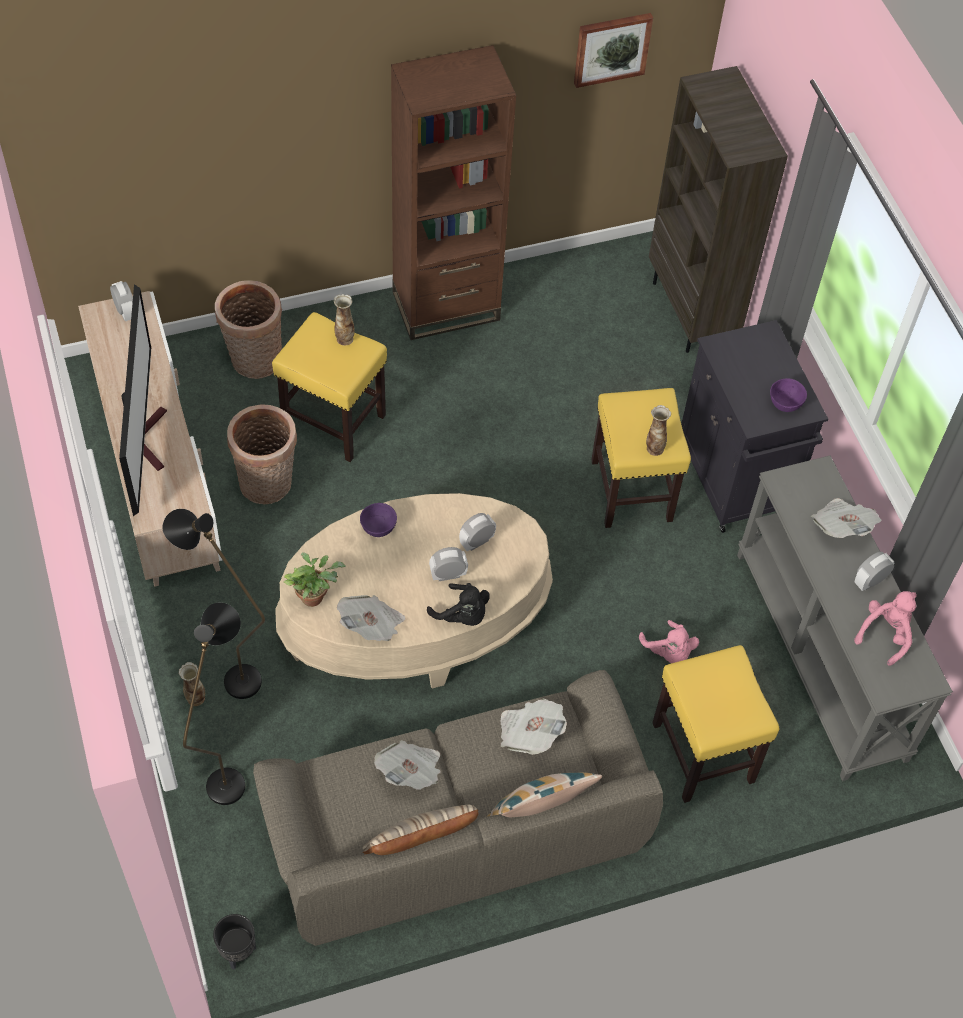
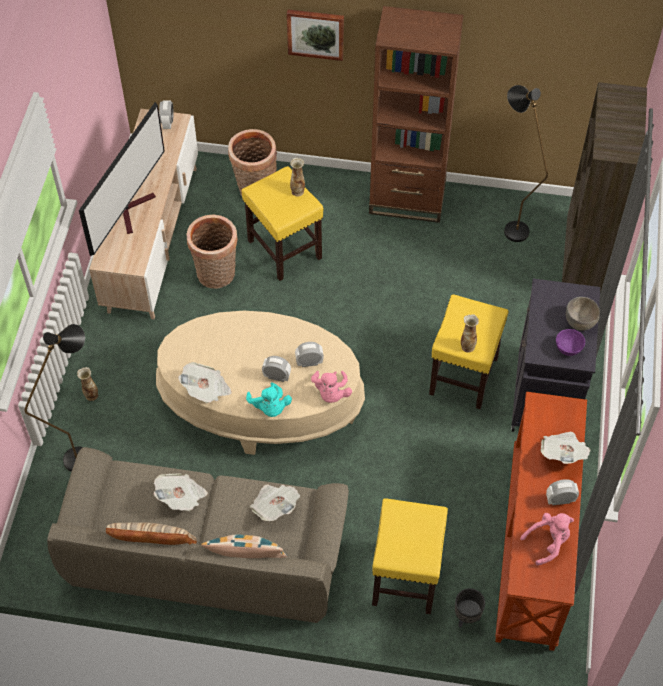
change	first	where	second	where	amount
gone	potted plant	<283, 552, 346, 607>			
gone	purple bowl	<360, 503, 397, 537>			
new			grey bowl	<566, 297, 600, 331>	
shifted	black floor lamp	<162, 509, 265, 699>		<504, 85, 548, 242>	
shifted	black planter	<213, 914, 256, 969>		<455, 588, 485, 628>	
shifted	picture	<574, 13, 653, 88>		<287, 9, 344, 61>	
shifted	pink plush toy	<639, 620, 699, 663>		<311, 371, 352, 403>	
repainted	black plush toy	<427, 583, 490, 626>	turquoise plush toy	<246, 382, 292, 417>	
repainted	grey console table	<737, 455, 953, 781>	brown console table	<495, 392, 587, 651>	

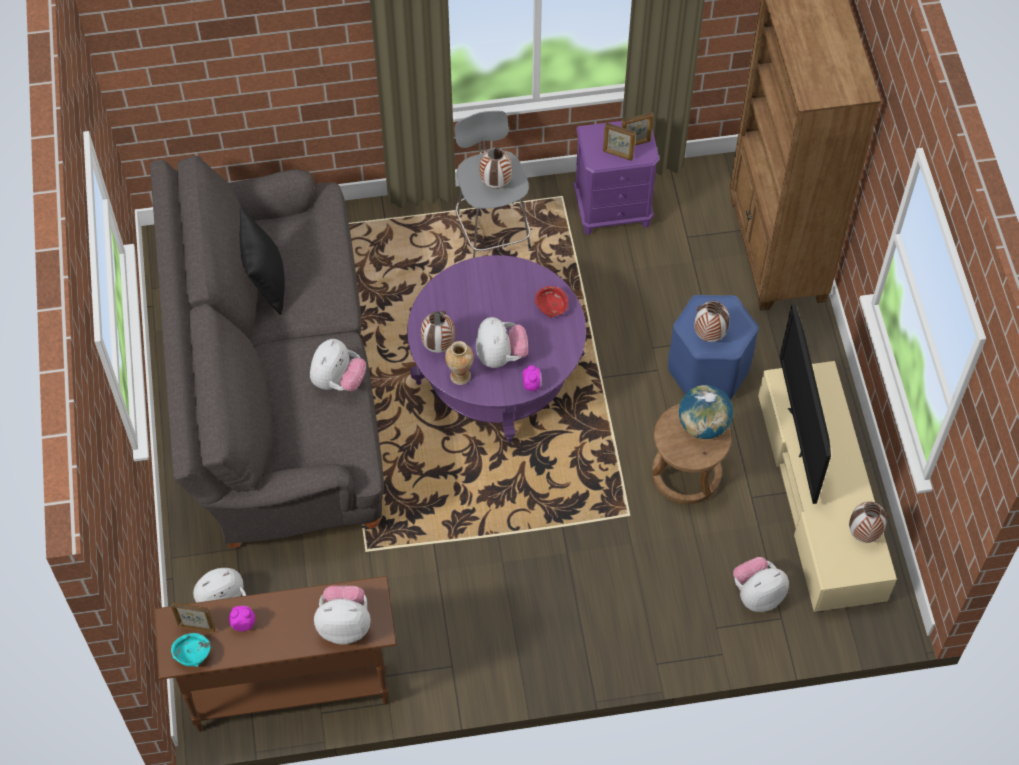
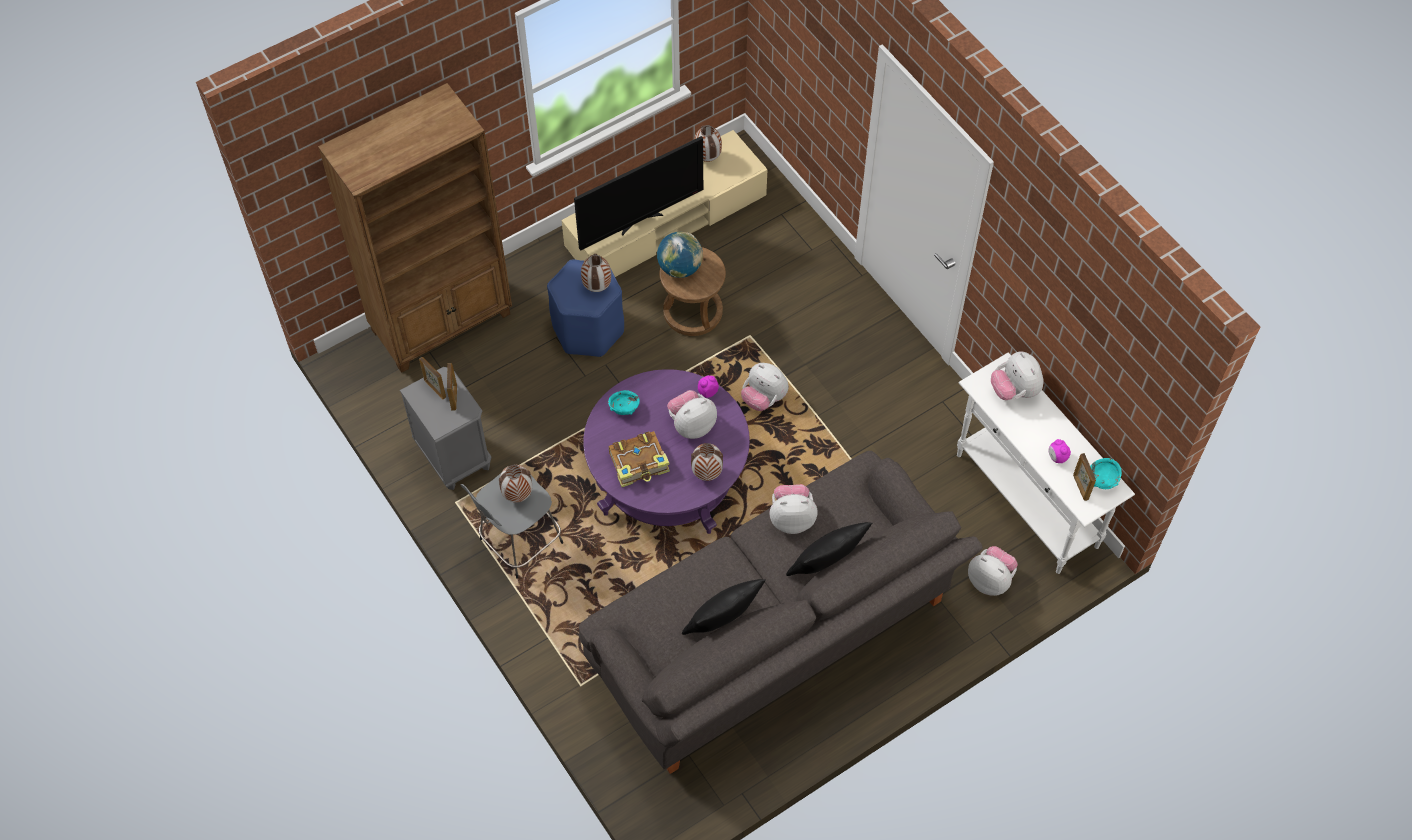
change	first	where	second	where	amount
gone	vase	<445, 341, 474, 385>			
new			book	<609, 431, 670, 487>	
new			black pillow	<786, 522, 872, 576>	
shifted	plush toy	<733, 557, 789, 612>		<741, 363, 788, 411>	
repainted	brown console table	<154, 576, 396, 732>	white console table	<957, 353, 1135, 574>	
repainted	red bowl	<535, 286, 568, 318>	turquoise bowl	<608, 390, 640, 415>	
repainted	purple nightstand	<574, 121, 660, 235>	grey nightstand	<400, 367, 491, 490>	

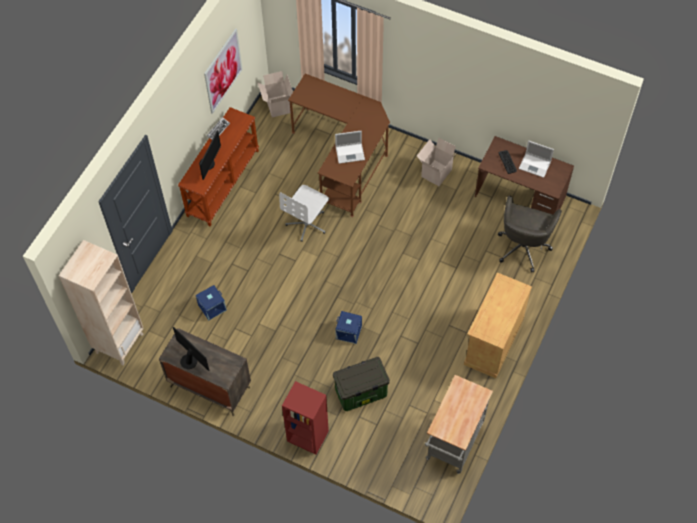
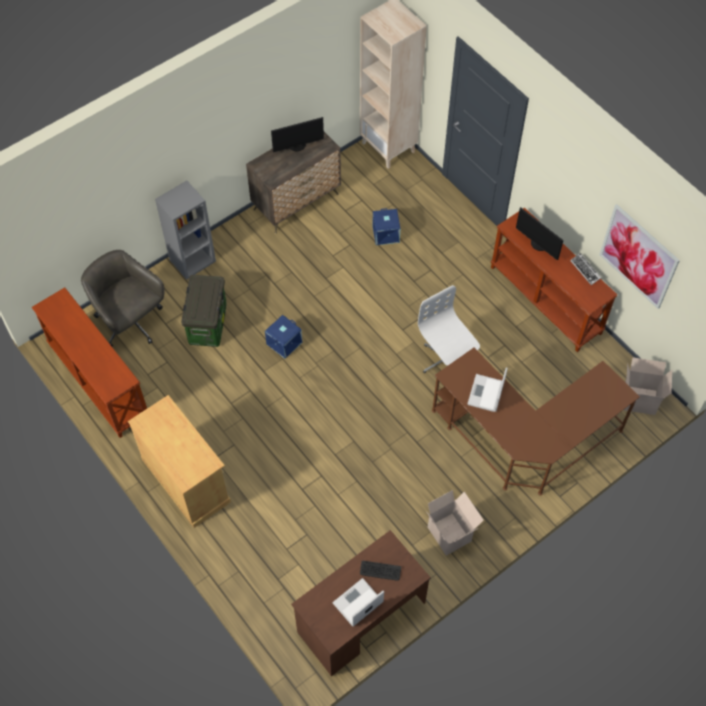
change	first	where	second	where	amount
shifted	grey office chair	<498, 196, 562, 272>		<81, 250, 164, 347>	
swapped	grey cart	<425, 375, 493, 474>	brown console table	<32, 287, 147, 438>	
repainted	red bookcase	<282, 381, 329, 455>	grey bookcase	<155, 180, 216, 280>	

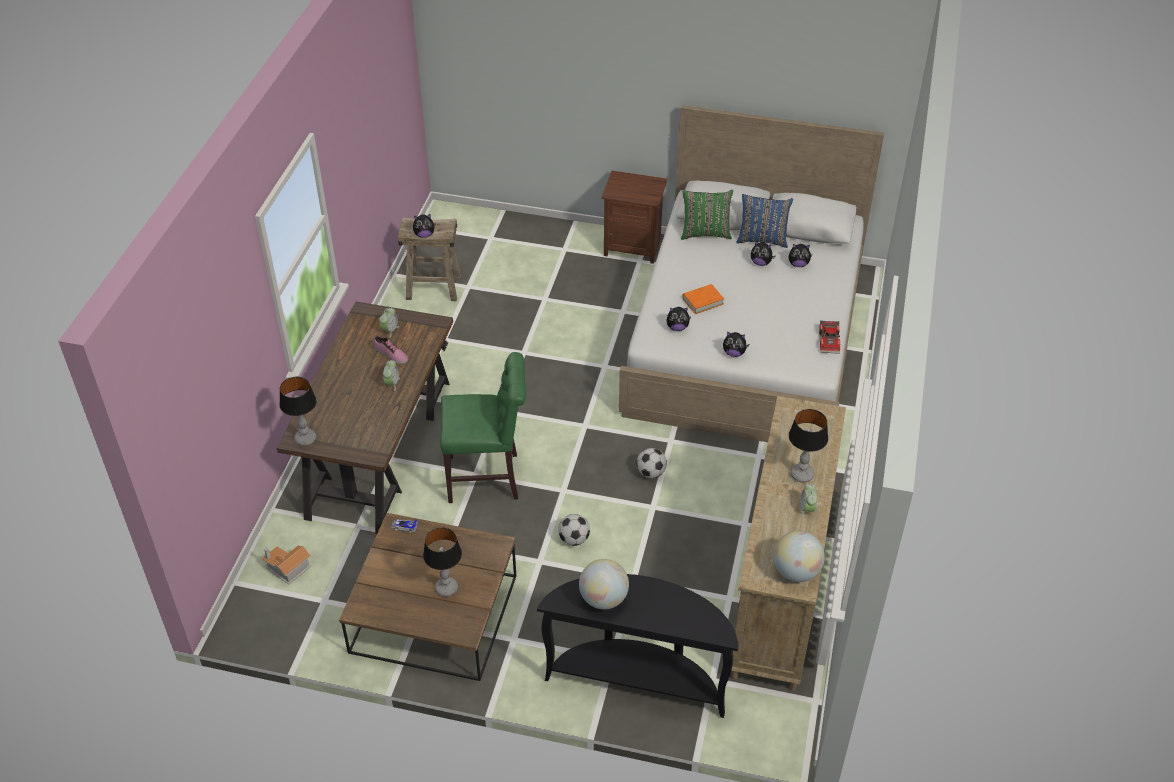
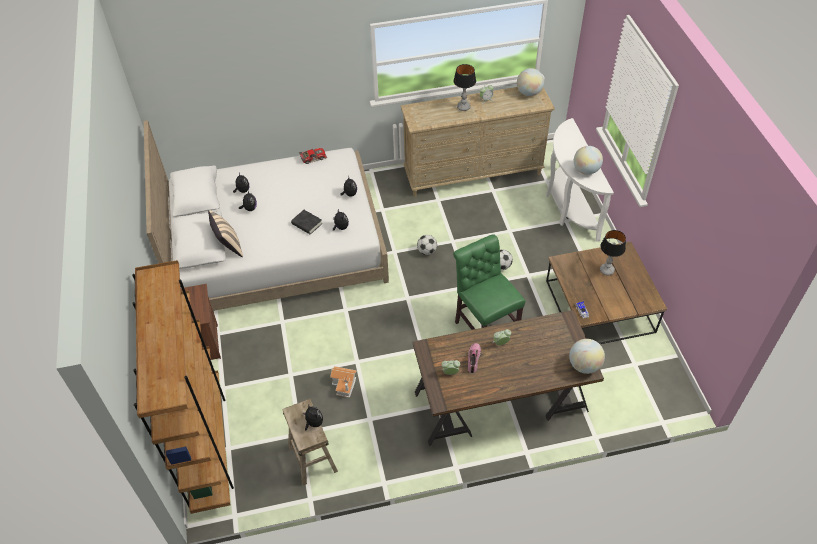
change	first	where	second	where	amount
gone	blue pillow	<737, 194, 793, 248>			
new			brown bookcase	<132, 260, 234, 514>	
shifted	toy house	<261, 545, 311, 584>		<330, 366, 357, 398>	
swapped	table lamp	<279, 377, 317, 446>	globe	<569, 339, 605, 374>	
repainted	black console table	<537, 574, 738, 718>	white console table	<546, 118, 614, 241>	
repainted	green pillow	<681, 190, 733, 240>	beige pillow	<208, 210, 243, 257>	
repainted	orange book	<682, 284, 724, 314>	black book	<291, 210, 323, 234>	

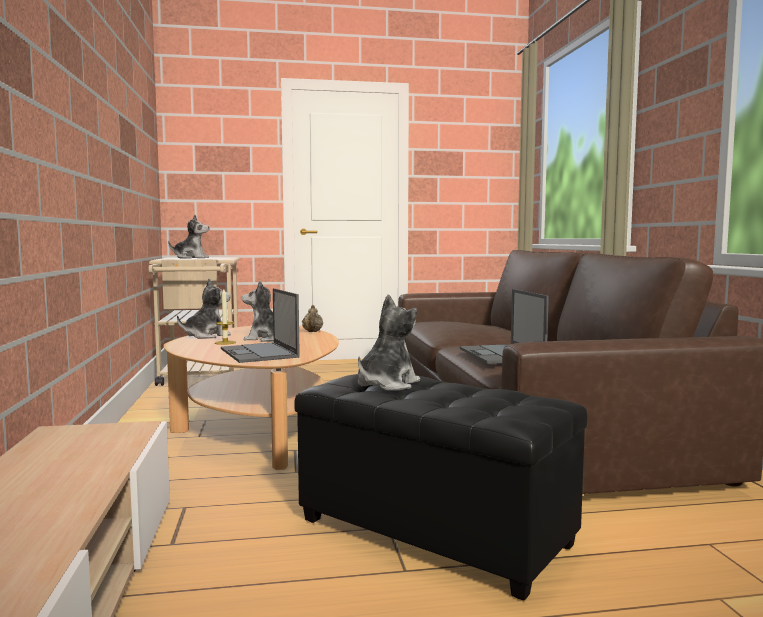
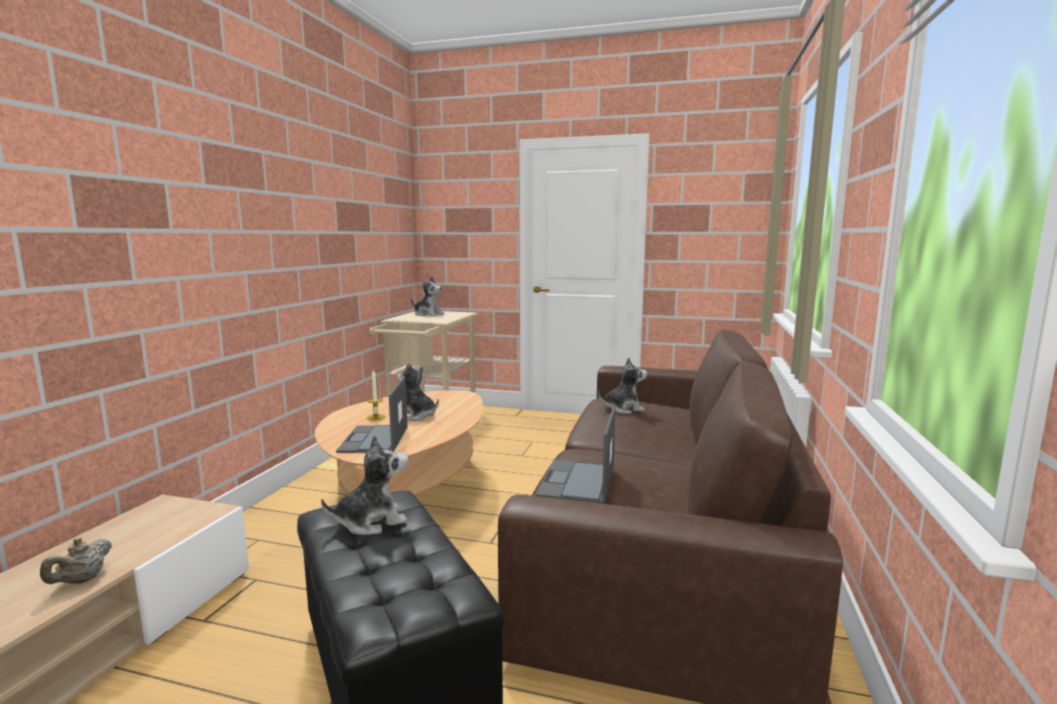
change	first	where	second	where	amount
shifted	plush toy	<177, 279, 231, 339>		<598, 357, 647, 414>	
shifted	beige teapot	<302, 305, 323, 332>		<40, 538, 112, 584>	

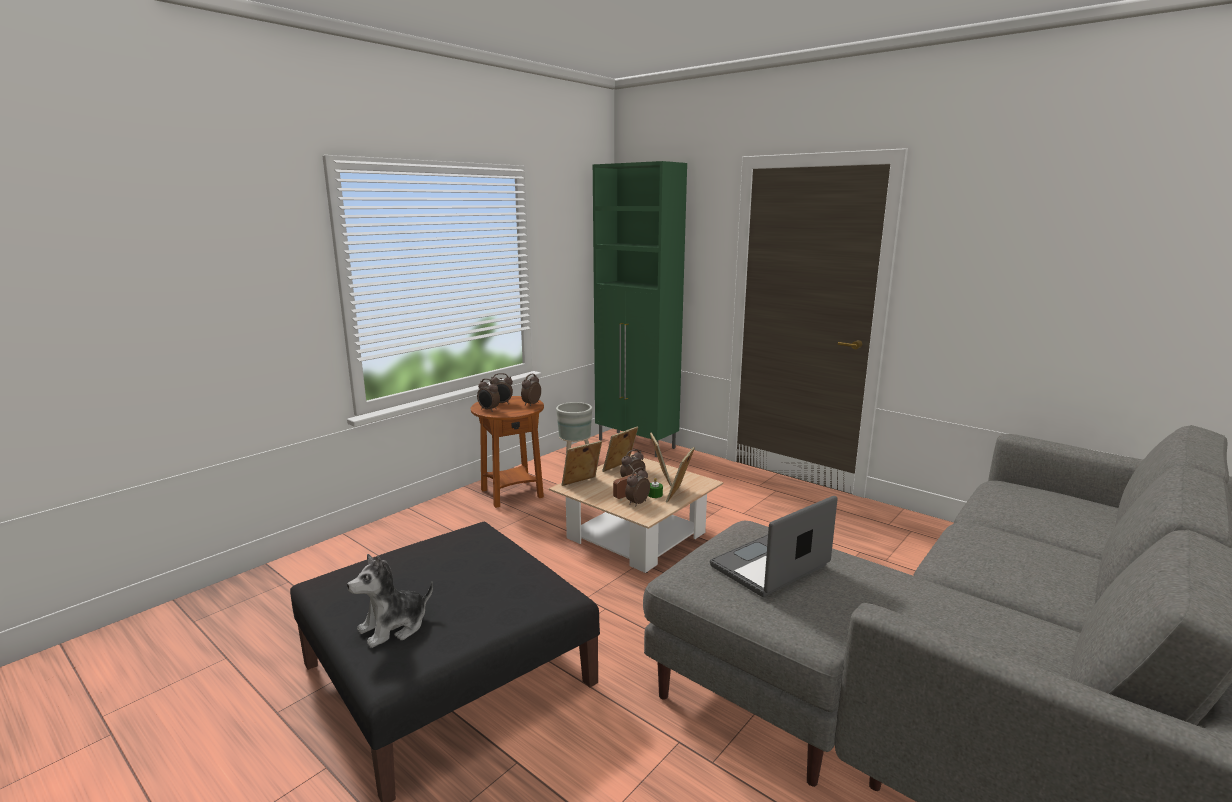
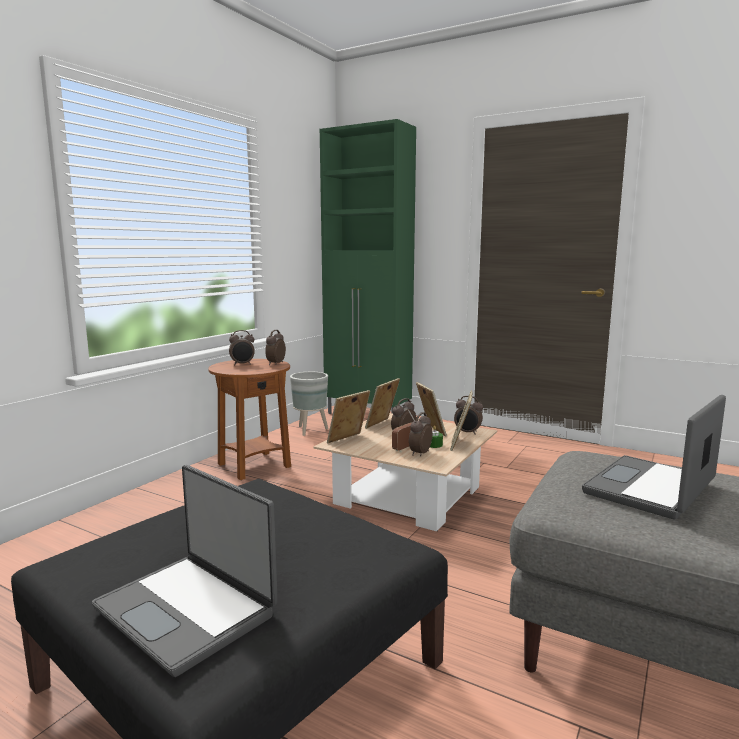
change	first	where	second	where	amount
shifted	alarm clock	<477, 378, 500, 412>		<454, 396, 483, 435>	
swapped	plush toy	<347, 554, 433, 648>	laptop	<92, 465, 278, 677>	

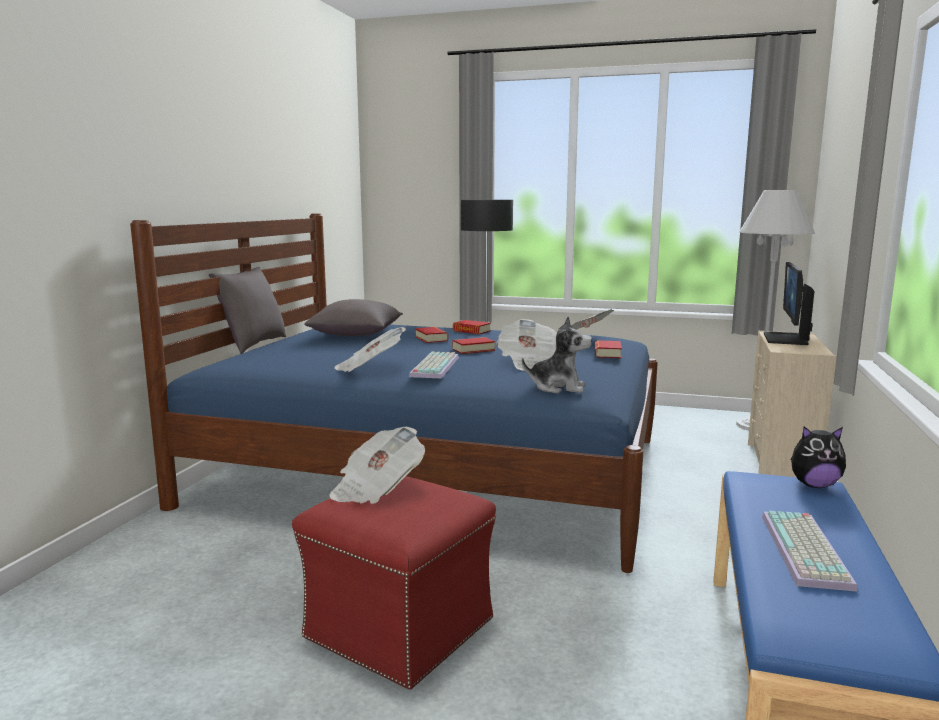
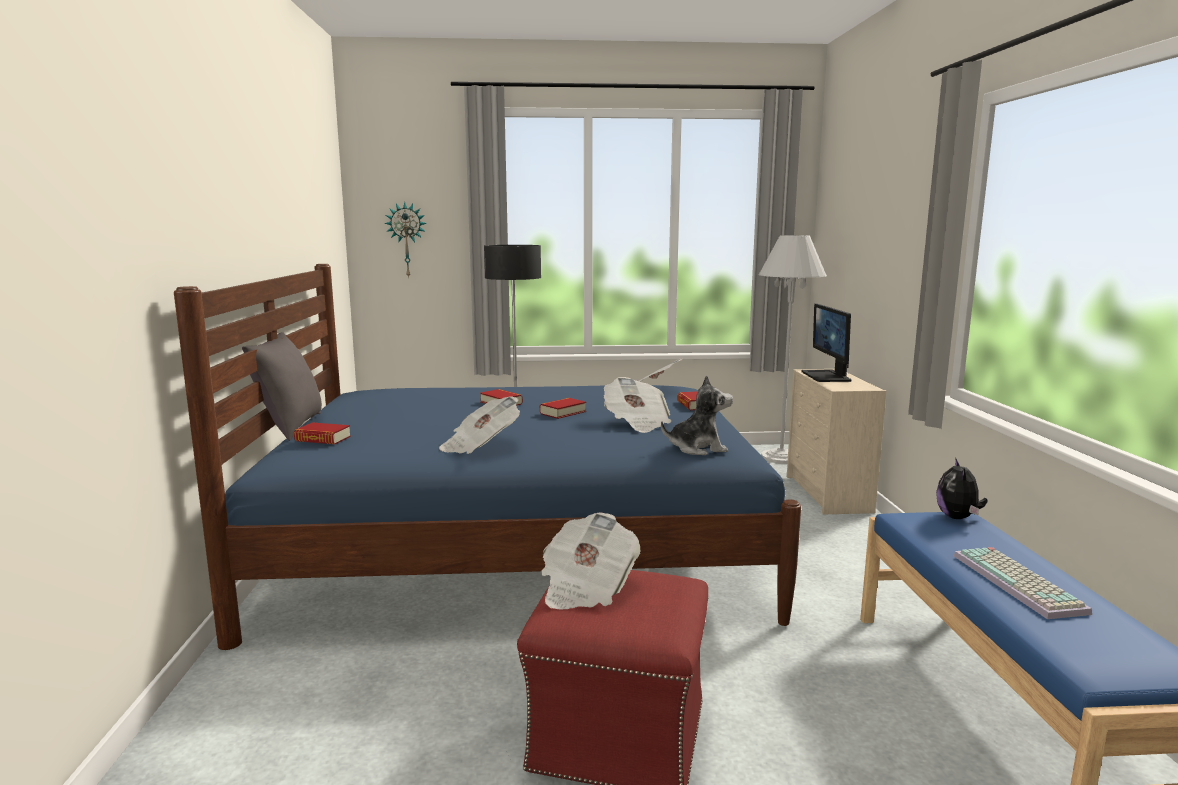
change	first	where	second	where	amount
gone	grey pillow	<304, 299, 403, 336>			
gone	keyboard	<409, 352, 459, 379>			
new			wall clock	<384, 202, 427, 279>	
shifted	book	<453, 320, 491, 334>		<294, 422, 351, 444>	
rotated	plush toy	<790, 426, 846, 488>		<936, 457, 988, 519>	120 degrees clockwise

